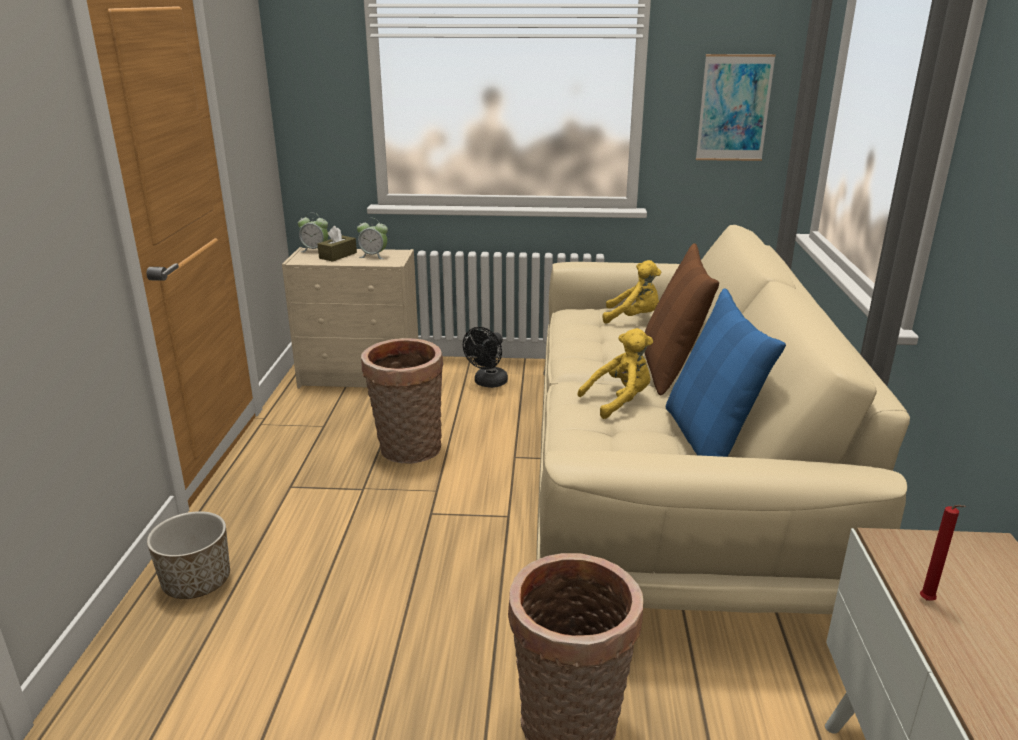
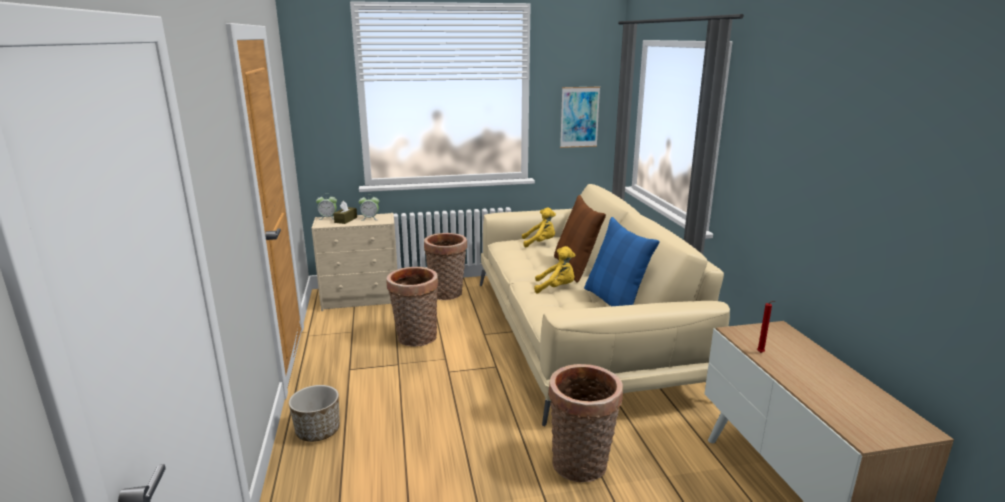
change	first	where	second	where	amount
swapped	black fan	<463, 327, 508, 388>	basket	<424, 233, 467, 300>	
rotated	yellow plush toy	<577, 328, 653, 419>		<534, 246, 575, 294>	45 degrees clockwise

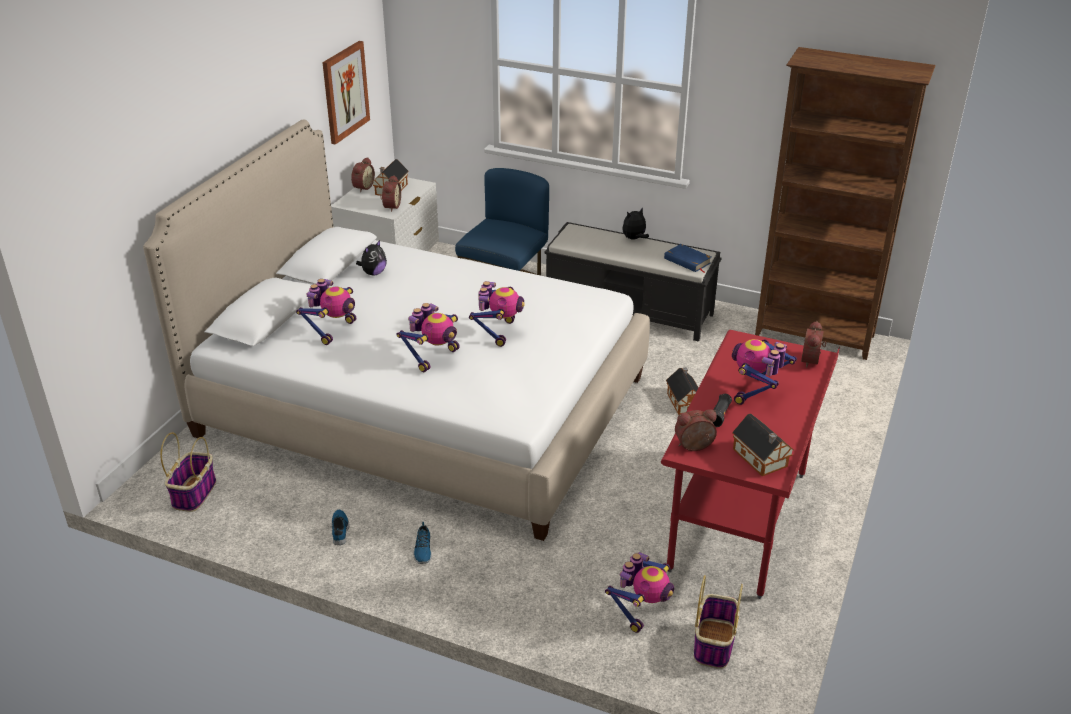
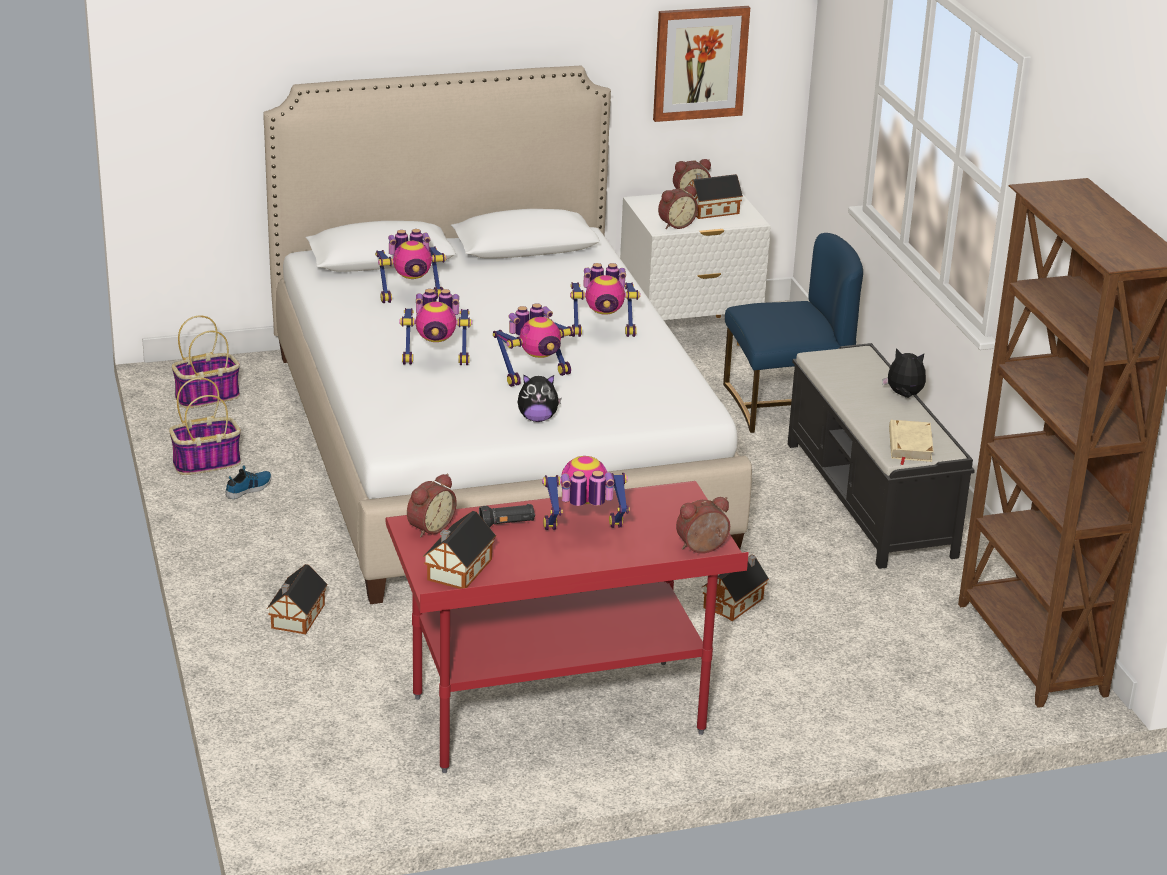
change	first	where	second	where	amount
gone	shoe	<413, 522, 432, 564>			
new			toy house	<267, 564, 328, 634>	
shifted	plush toy	<356, 240, 387, 276>		<517, 374, 562, 422>	
shifted	toy robot	<605, 552, 674, 633>		<570, 263, 640, 337>	
shifted	basket	<694, 575, 743, 669>		<169, 378, 241, 475>	
repainted	blue book	<664, 244, 711, 273>	beige book	<889, 420, 934, 465>	
rotated	alarm clock	<675, 409, 717, 451>		<407, 473, 457, 538>	90 degrees clockwise

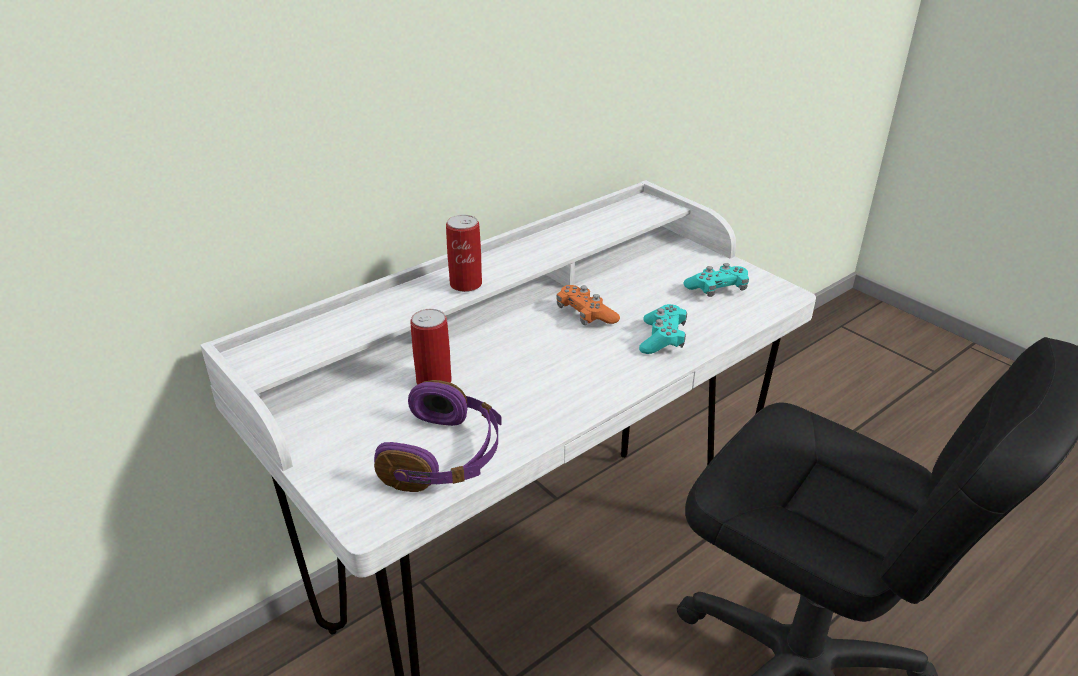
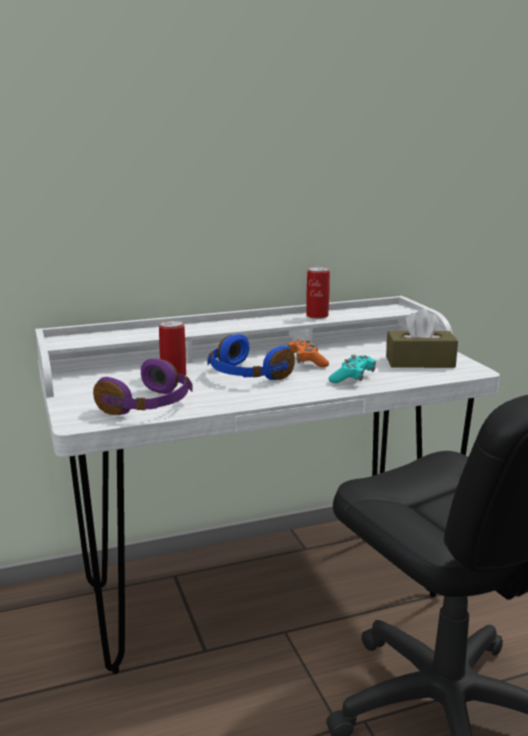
change	first	where	second	where	amount
new			blue headphones	<207, 334, 295, 380>	
shifted	can	<446, 215, 482, 292>		<306, 267, 330, 319>	
swapped	turquoise game controller	<683, 263, 749, 297>	brown tissue box	<386, 308, 458, 368>	

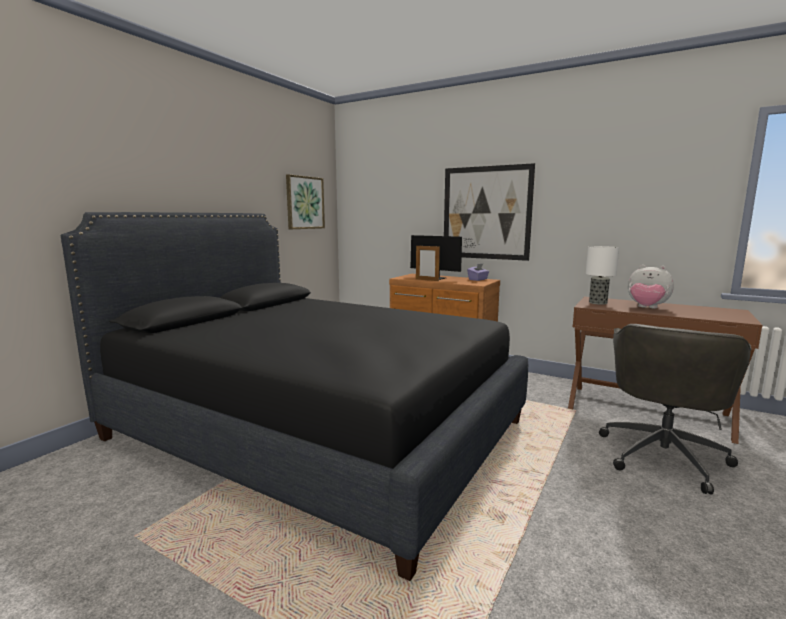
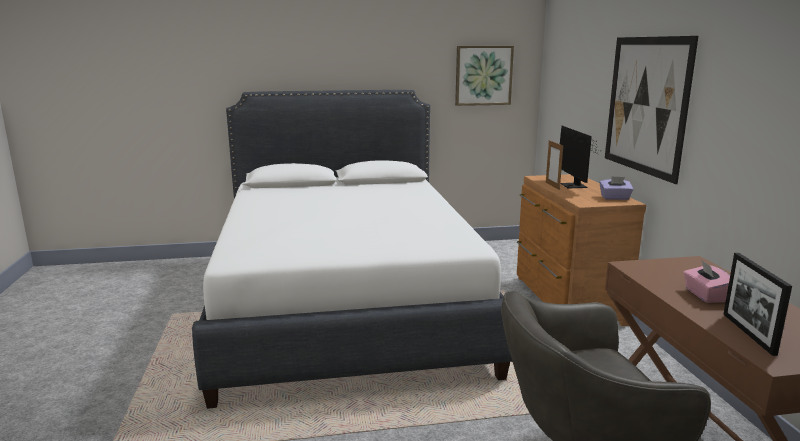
change	first	where	second	where	amount
gone	table lamp	<586, 246, 619, 305>			
new			picture frame	<723, 253, 792, 356>	
swapped	plush toy	<628, 265, 674, 309>	pink tissue box	<683, 261, 730, 303>	
repainted	black bed	<61, 212, 528, 581>	white bed	<192, 90, 512, 409>	

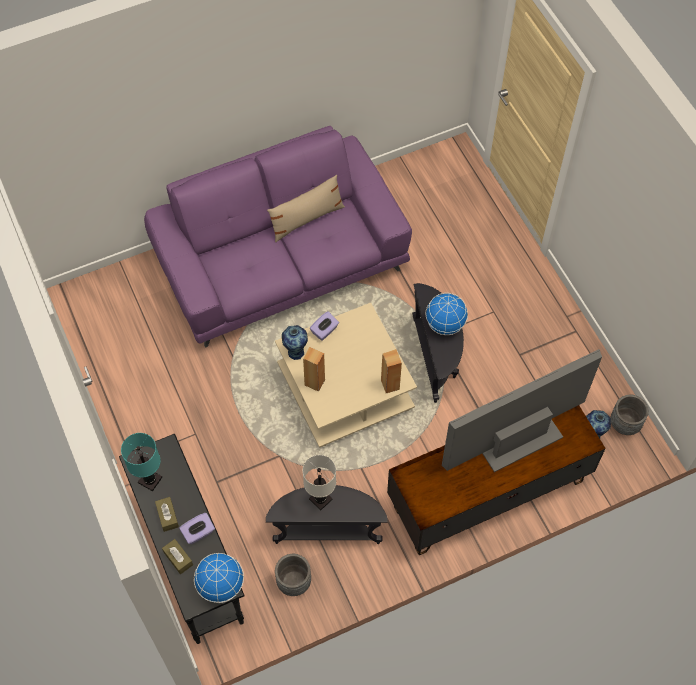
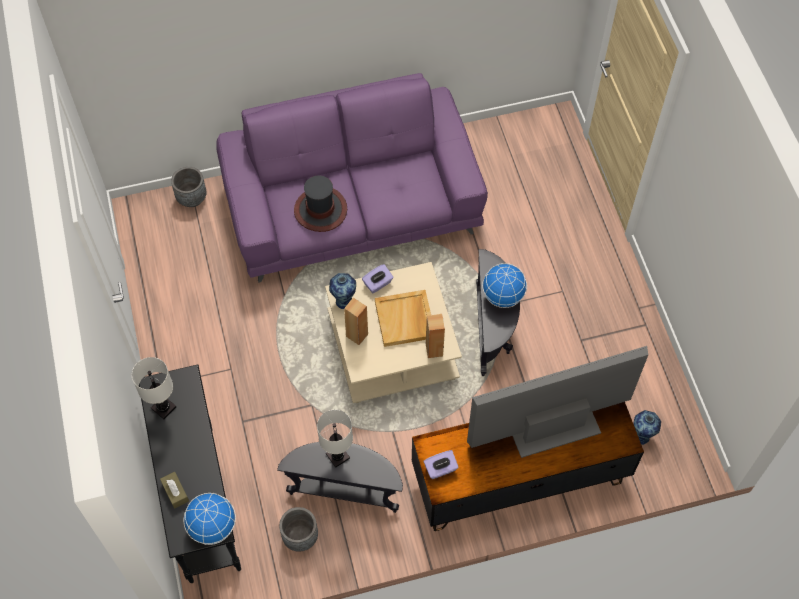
change	first	where	second	where	amount
gone	brown tissue box	<155, 497, 179, 532>			
gone	beige pillow	<267, 175, 345, 242>			
new			hat	<294, 175, 347, 232>	
new			beige tray	<375, 290, 431, 347>	
shifted	purple tissue box	<179, 513, 215, 544>		<424, 450, 459, 479>	
shifted	grey planter	<610, 395, 649, 435>		<171, 167, 207, 207>	
repainted	turquoise table lamp	<121, 433, 162, 491>	white table lamp	<132, 357, 176, 420>	

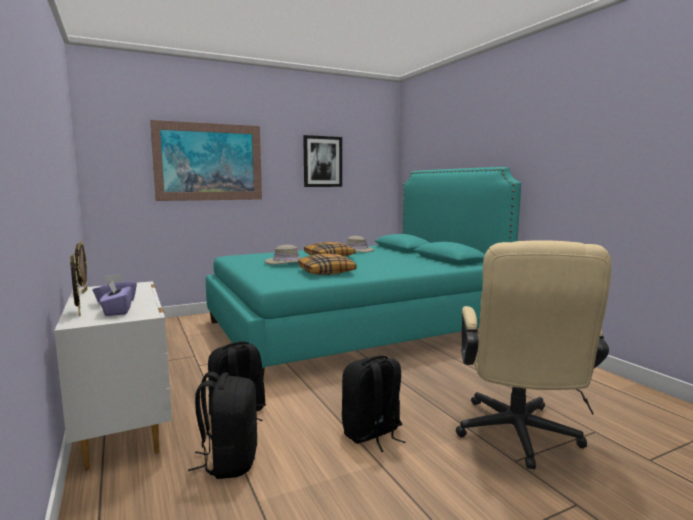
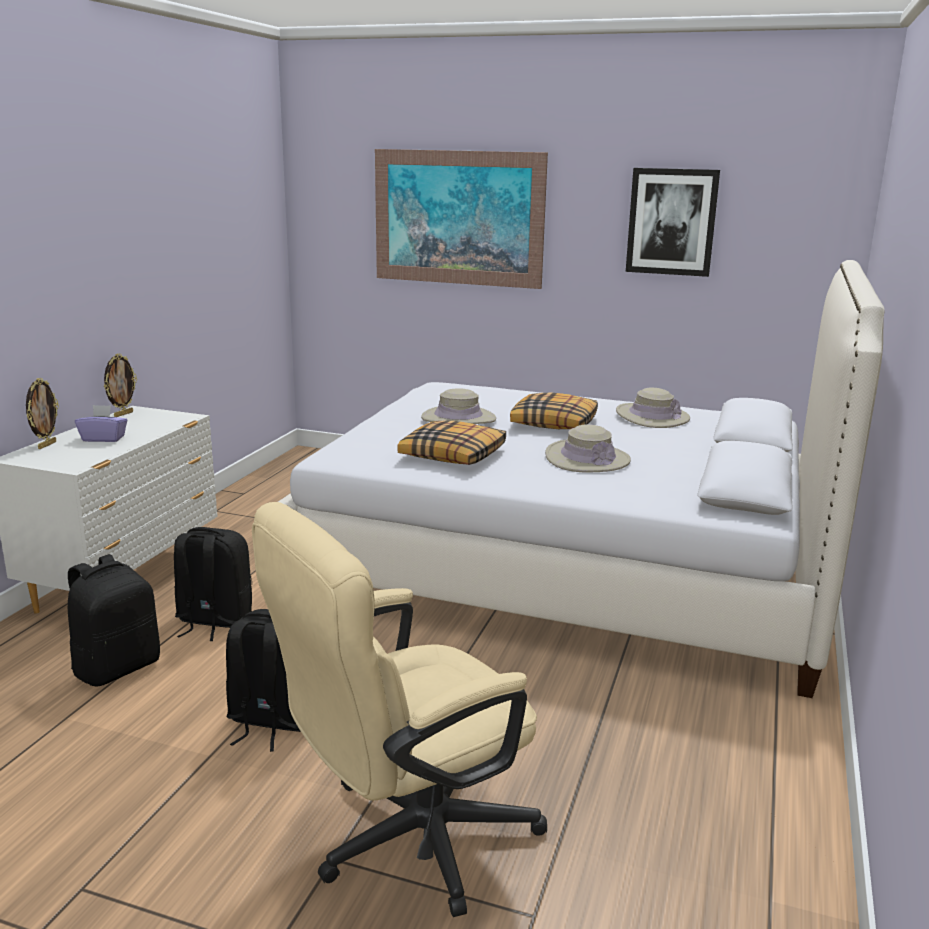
change	first	where	second	where	amount
gone	purple tissue box	<100, 281, 132, 316>			
new			beige hat	<545, 424, 631, 472>	
repainted	turquoise bed	<206, 167, 521, 378>	white bed	<278, 260, 885, 698>	

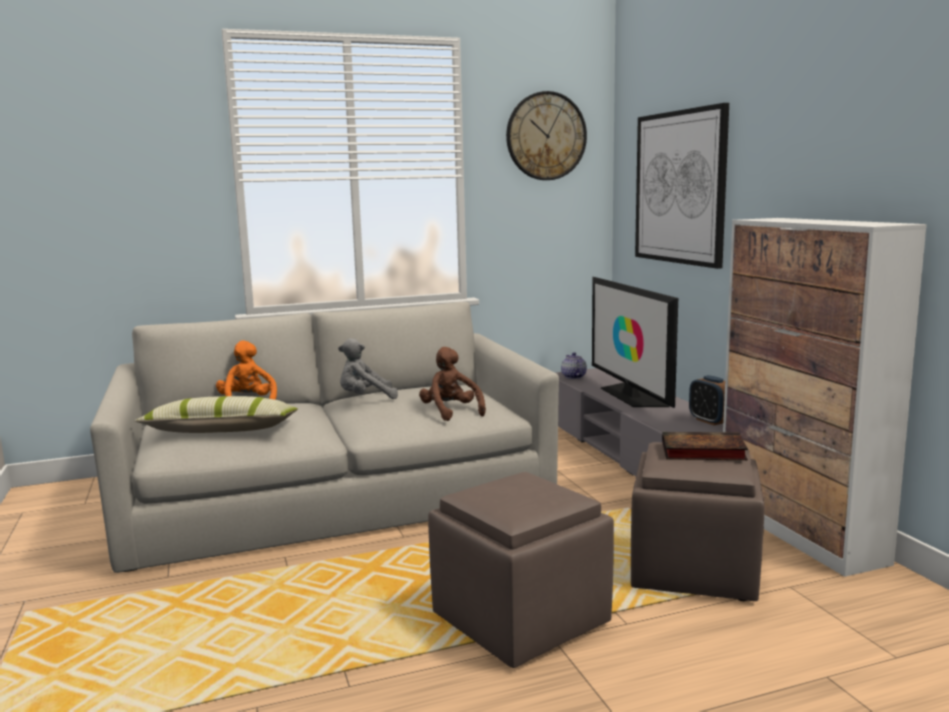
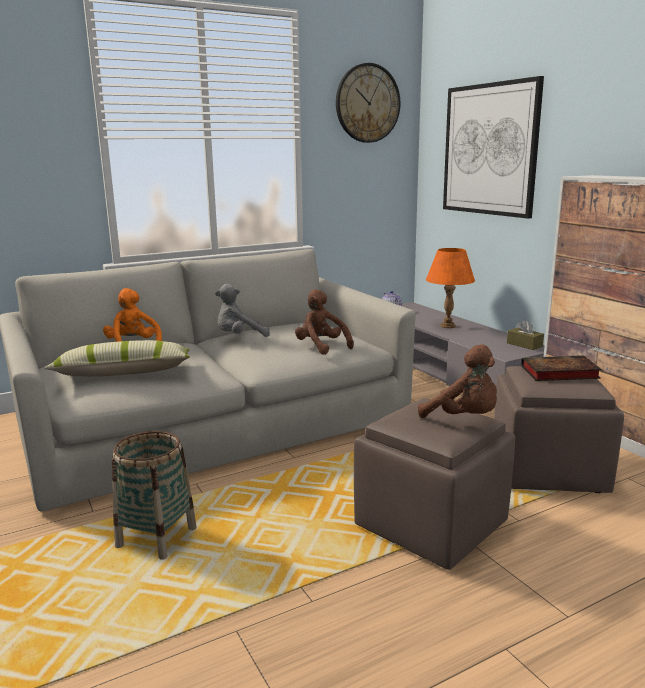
change	first	where	second	where	amount
new			basket	<112, 431, 197, 560>	
new			brown plush toy	<418, 344, 497, 418>	
swapped	television	<592, 277, 678, 408>	orange table lamp	<426, 248, 475, 328>	
swapped	alarm clock	<689, 375, 725, 425>	brown tissue box	<507, 319, 544, 350>	

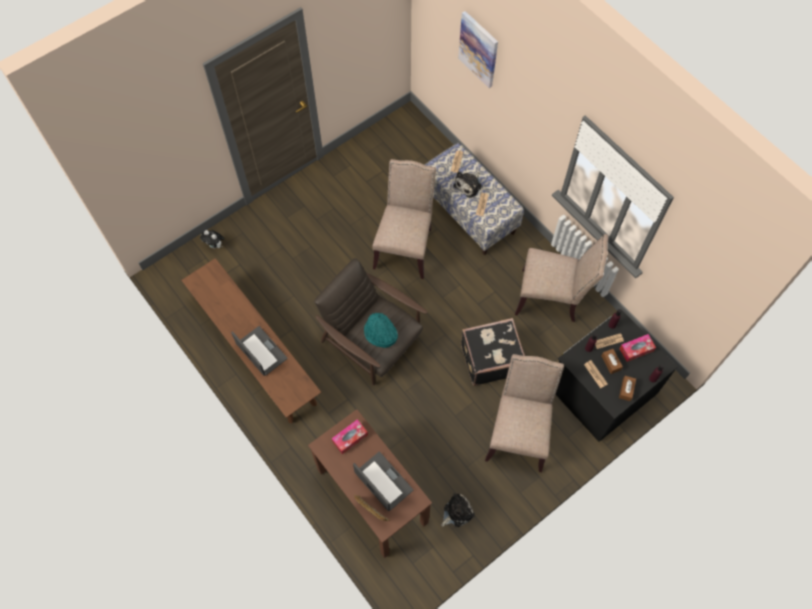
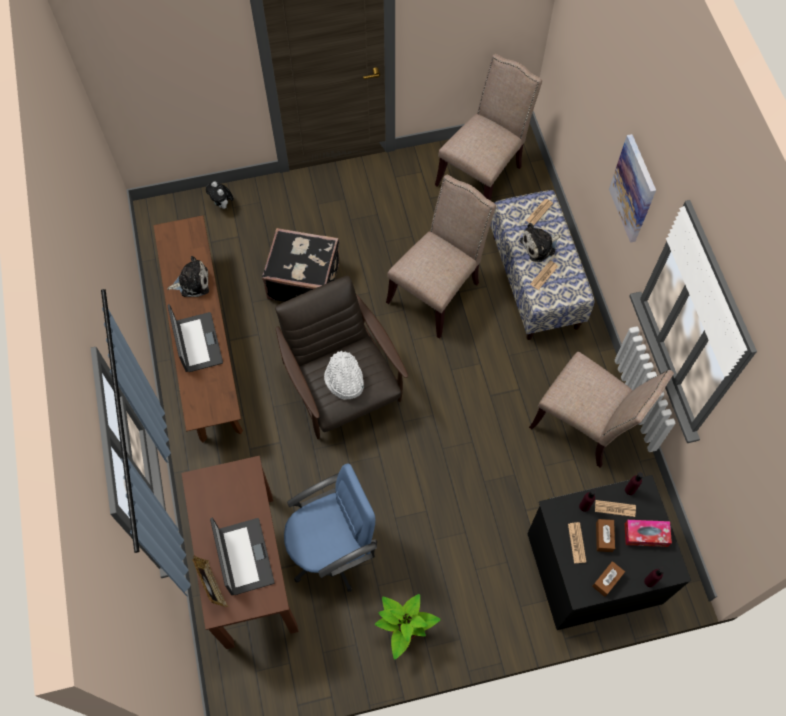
change	first	where	second	where	amount
gone	tissue box	<332, 419, 368, 454>			
new			blue office chair	<284, 463, 377, 592>	
new			potted plant	<375, 594, 441, 660>	
shifted	plush toy	<441, 493, 475, 527>		<167, 256, 209, 297>	
shifted	picture	<458, 11, 498, 88>		<609, 134, 656, 243>	
shifted	black suitcase	<461, 318, 525, 386>		<262, 228, 339, 302>	
shifted	beige chair	<485, 354, 564, 472>		<435, 54, 542, 201>	
repainted	turquoise hat	<364, 312, 398, 348>	white hat	<324, 351, 364, 400>	

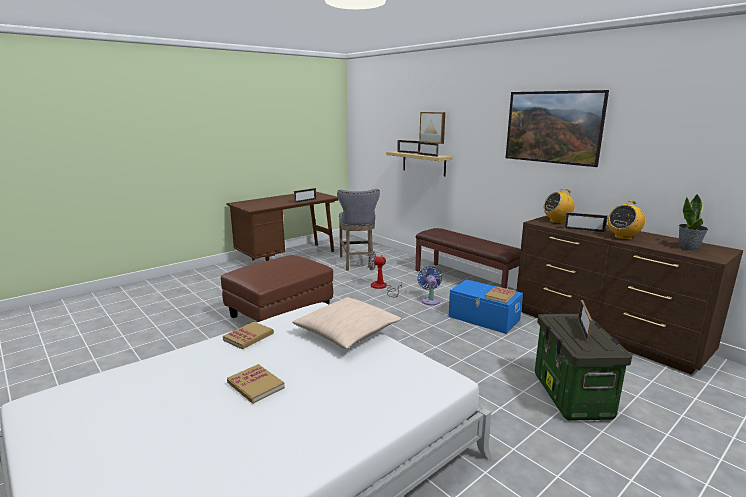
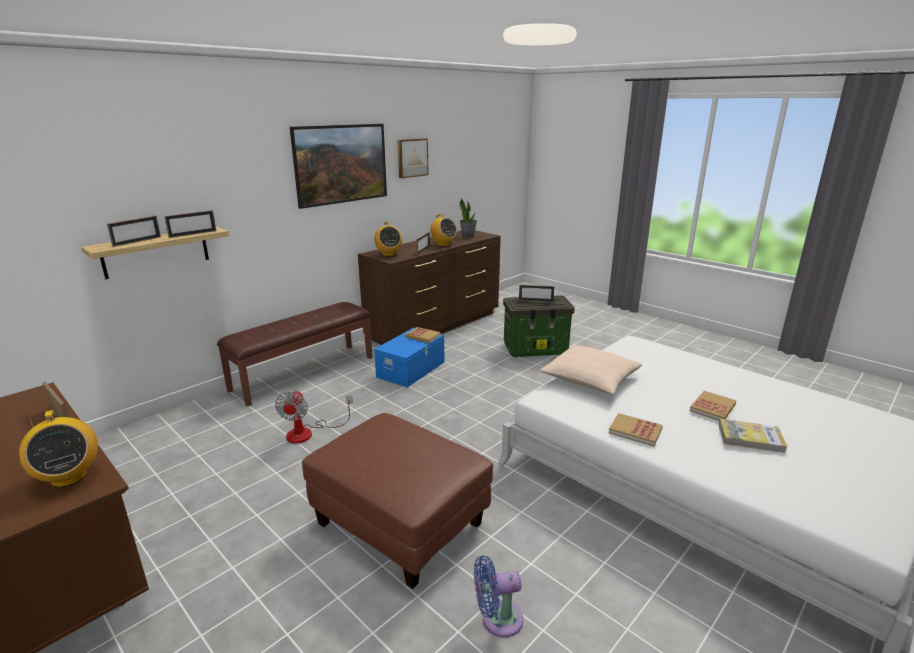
change	first	where	second	where	amount
gone	grey stool	<337, 189, 380, 271>			
new			radio	<19, 410, 98, 487>	
new			book	<719, 419, 788, 453>	
shifted	blue fan	<417, 266, 442, 305>		<474, 555, 523, 638>	
shifted	picture	<419, 112, 445, 144>		<397, 138, 429, 178>	

